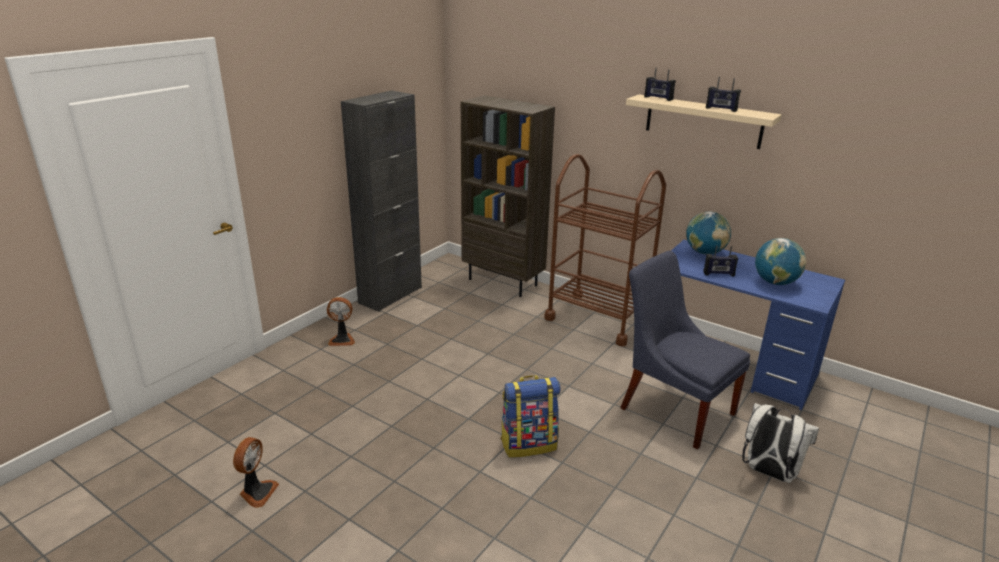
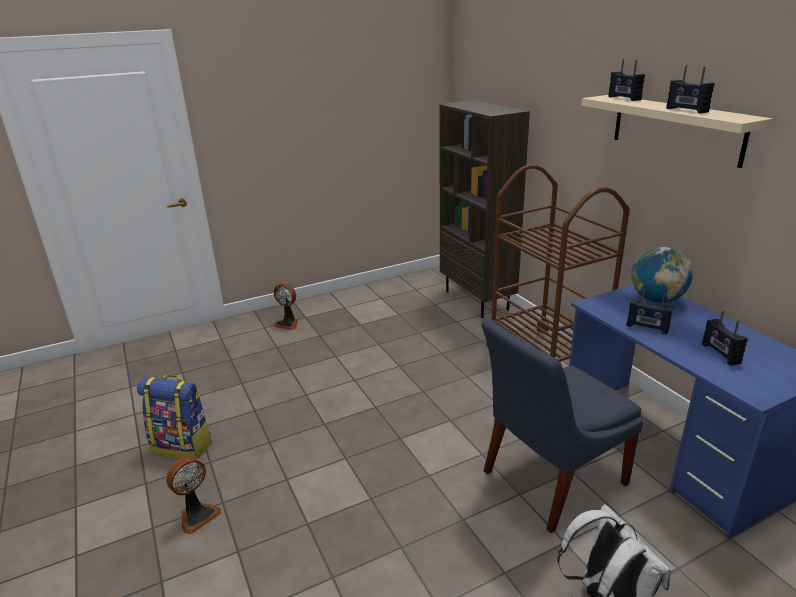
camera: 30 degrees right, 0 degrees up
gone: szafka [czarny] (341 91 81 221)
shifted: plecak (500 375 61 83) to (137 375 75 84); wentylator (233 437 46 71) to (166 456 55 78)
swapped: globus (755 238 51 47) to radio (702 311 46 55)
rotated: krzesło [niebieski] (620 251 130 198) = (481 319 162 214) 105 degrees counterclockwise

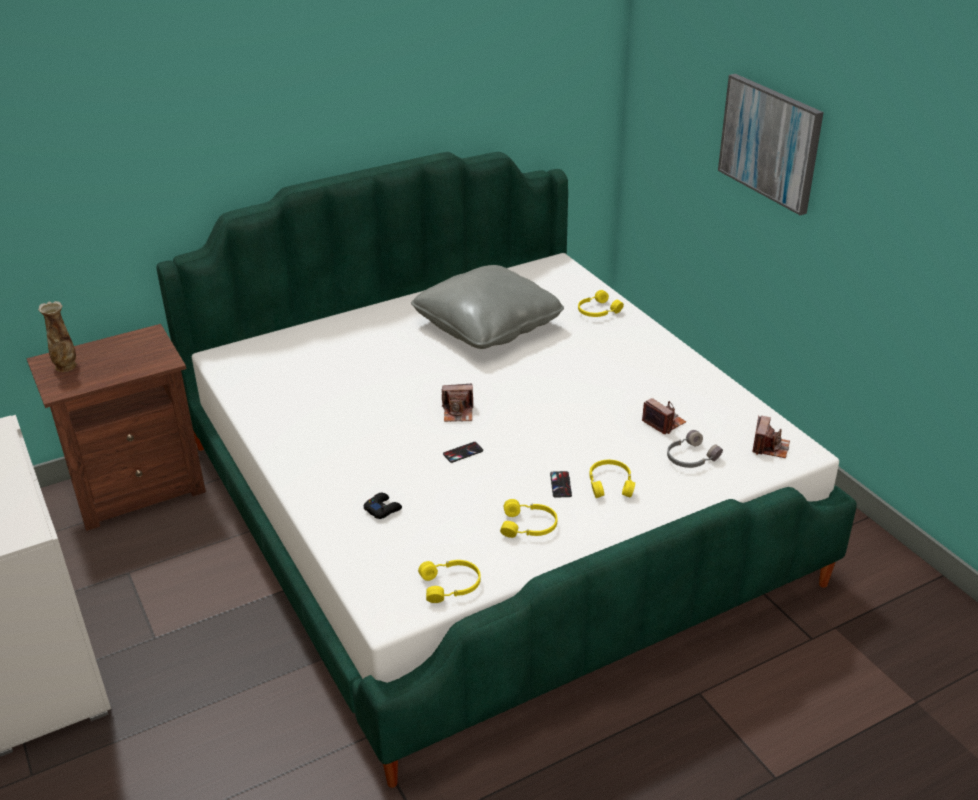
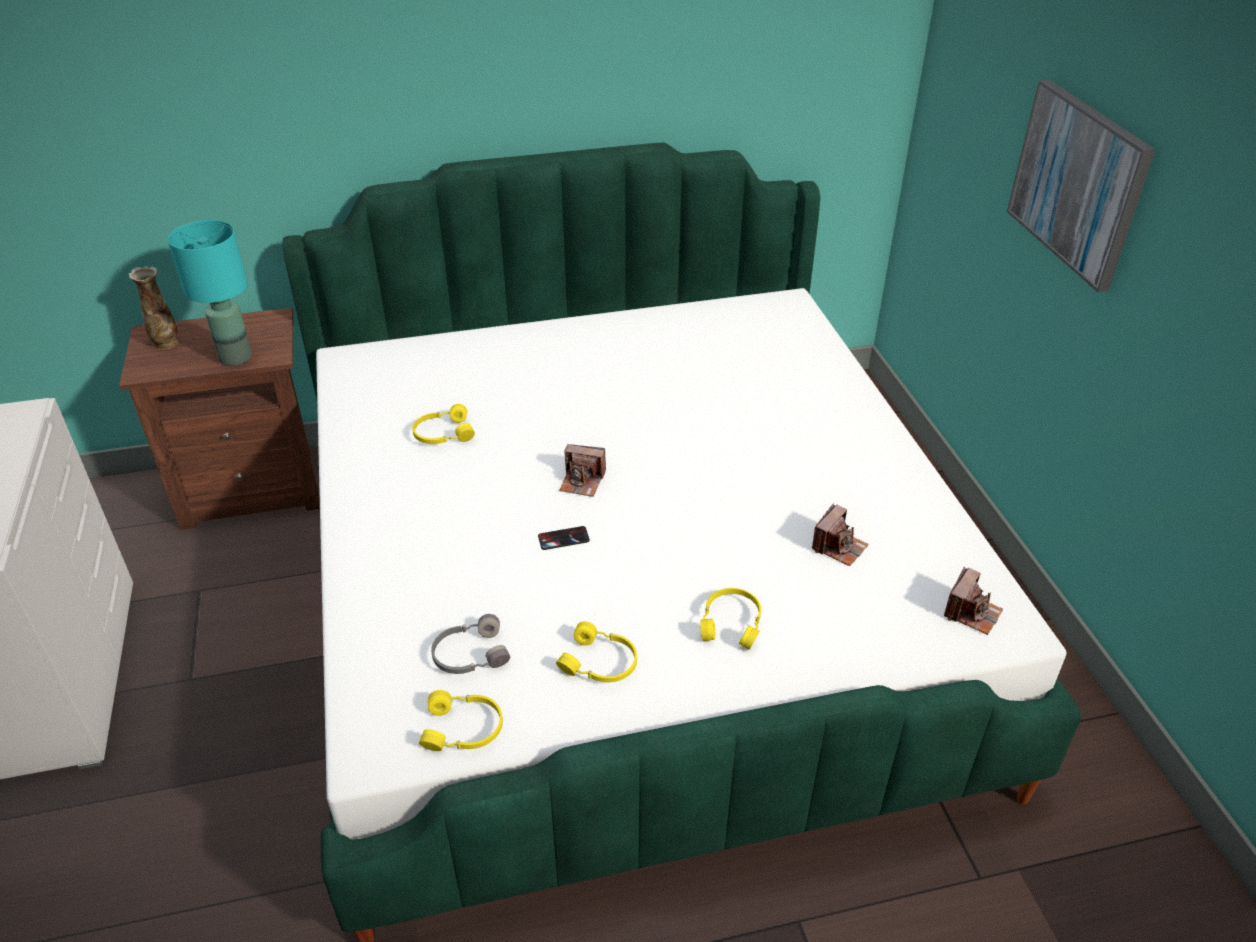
camera: 15 degrees right, 5 degrees up
gone: poduszka [szary] (411 265 153 84); telefon (550 471 22 27); pad do gier [czarny] (364 493 38 26)
new: lampa stołowa [turkusowy] (168 220 84 146)
shifted: słuchawki [żółty] (578 290 46 27) to (412 404 63 40); słuchawki [szary] (667 430 56 38) to (431 614 79 60)
rotated: aparat fotograficzny (642 398 44 36) = (812 503 57 63) 60 degrees clockwise

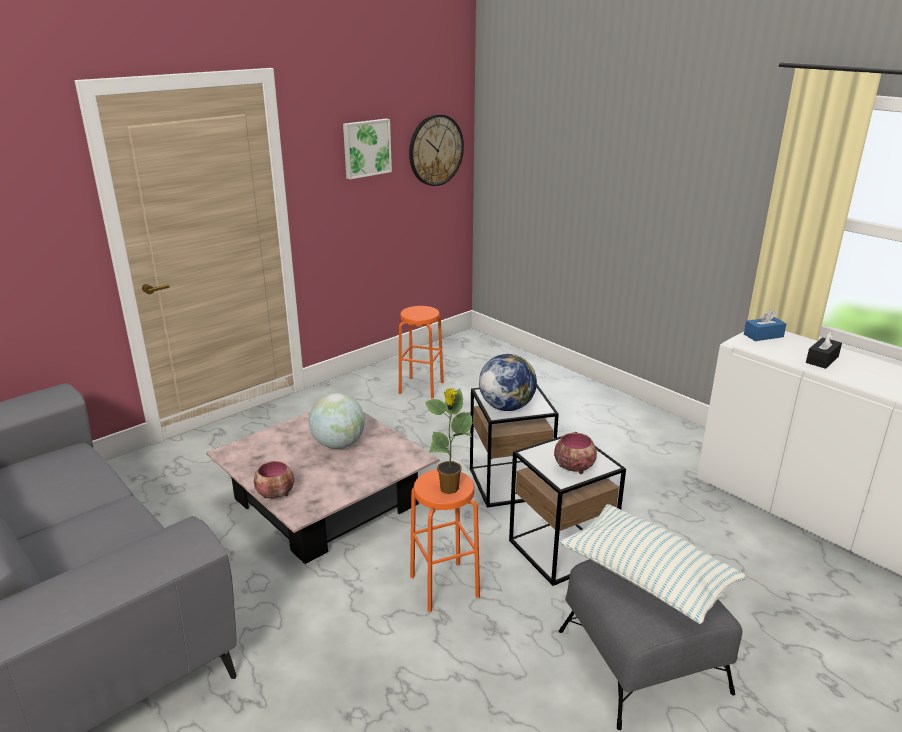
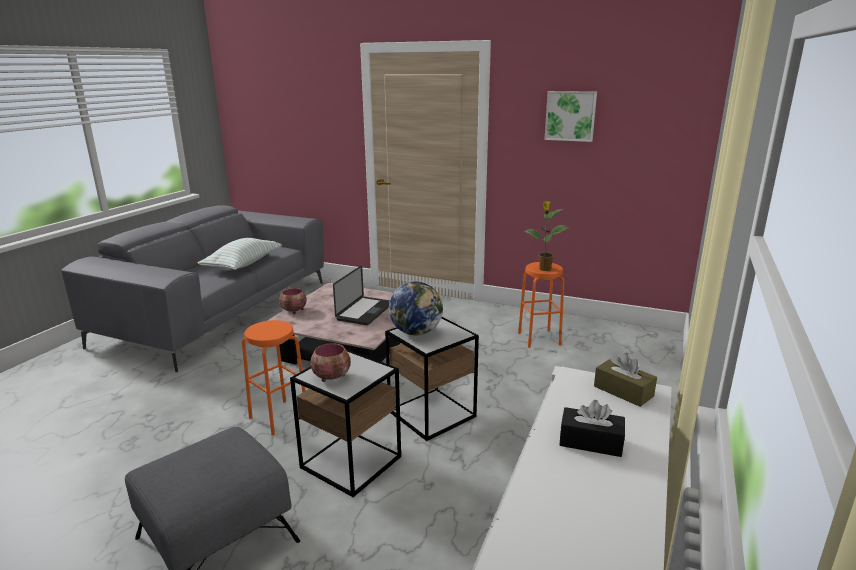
camera: 65 degrees right, 5 degrees down
gone: zegar ścienny (409 114 55 72)
shifted: roślina doniczkowa (425 388 48 106) to (524 201 46 70); poduszka (560 504 186 120) to (198 238 84 32)
swapped: globus (309 393 56 56) to laptop (333 265 57 60)
repainted: pudełko chusteczek [niebieski] (744 309 42 32) to pudełko chusteczek [brązowy] (594 353 63 54)

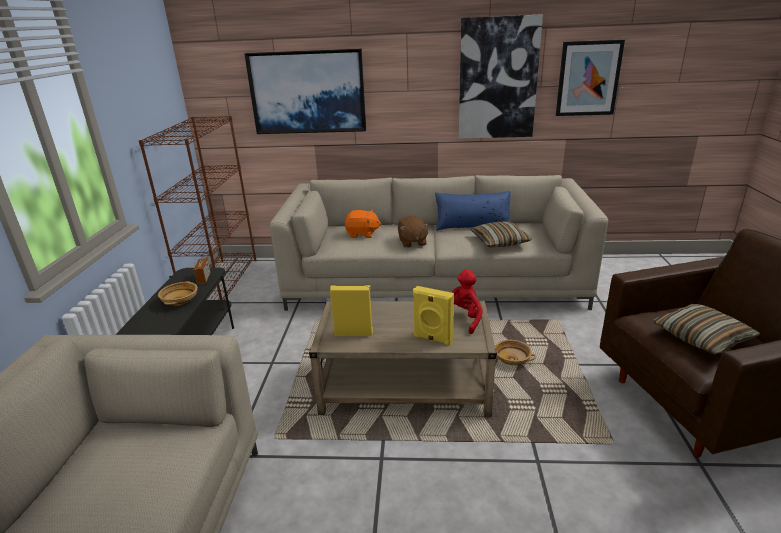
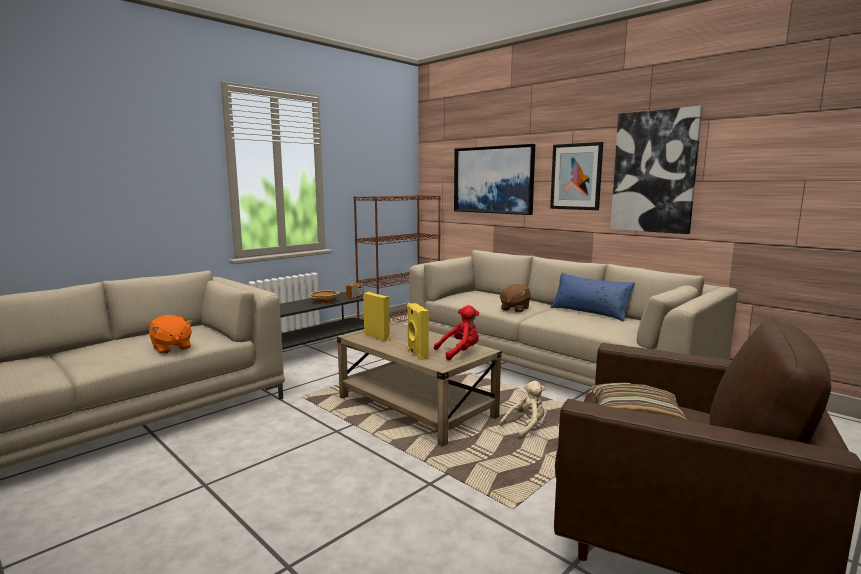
camera: 40 degrees right, 15 degrees down
gone: poduszka (470 221 62 26)
shifted: obraz (556 40 69 76) to (550 142 53 68); pluszak [pomarańczowy] (345 210 37 28) to (149 315 44 39)
swapped: miska [beżowy] (495 340 41 25) to pluszak [beżowy] (499 381 46 58)

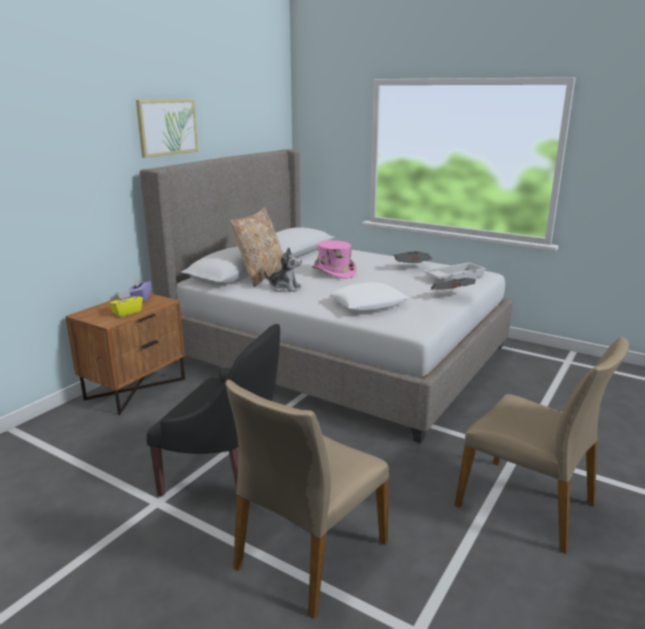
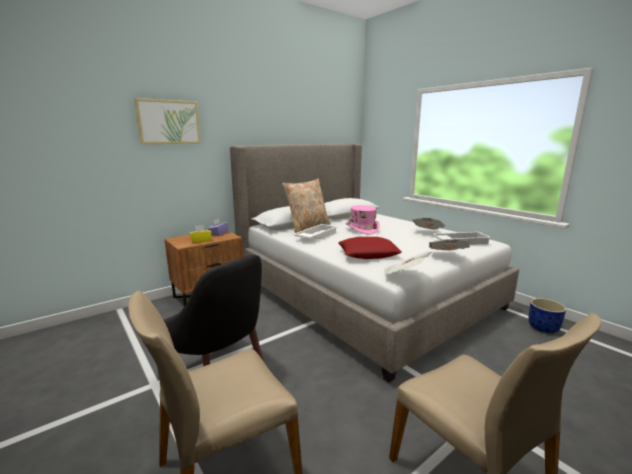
camera: 20 degrees right, 5 degrees down
new: gazeta (384 251 49 24); donica [niebieski] (529 298 37 35)
shifted: obraz (136 99 62 59) to (134 98 67 46)
swapped: pluszak (264 247 38 45) to taca [biały] (293 224 44 15)
repainted: poduszka [biały] (329 282 80 29) to poduszka [czerwony] (338 237 64 22)

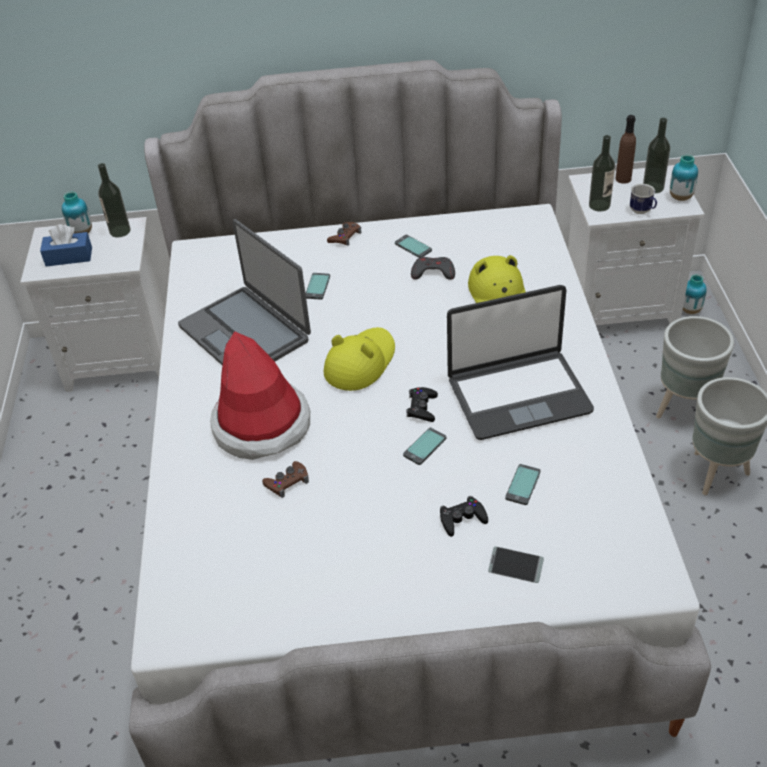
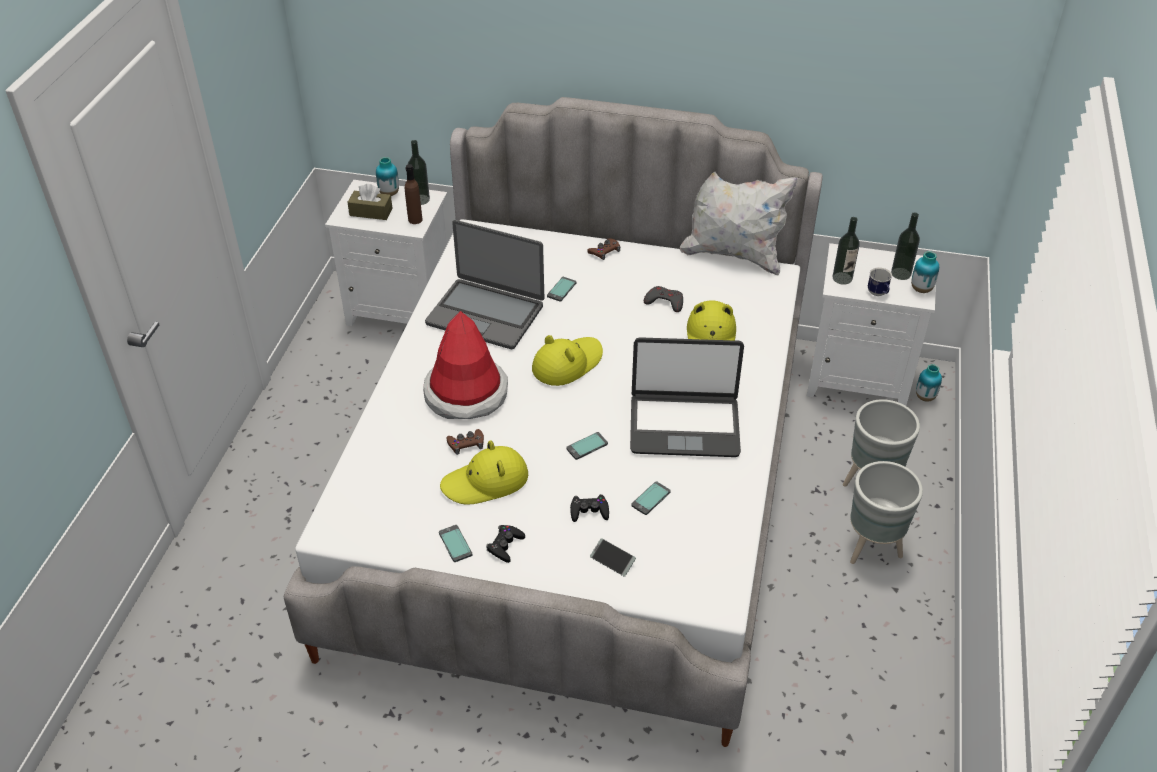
camera: 15 degrees right, 0 degrees up
new: poduszka [biały] (680 172 118 104); kapelusz [żółty] (440 440 88 65)
shifted: butelka [brązowy] (616 115 20 69) to (405 164 18 60); telefon (395 235 37 23) to (439 525 33 37); pad do gier [czarny] (406 387 32 35) to (486 525 39 38)
repainted: pudełko chusteczek [niebieski] (40 224 52 42) to pudełko chusteczek [brązowy] (347 184 46 36)
rotated: laptop (178 219 133 146) = (425 220 119 129) 45 degrees counterclockwise

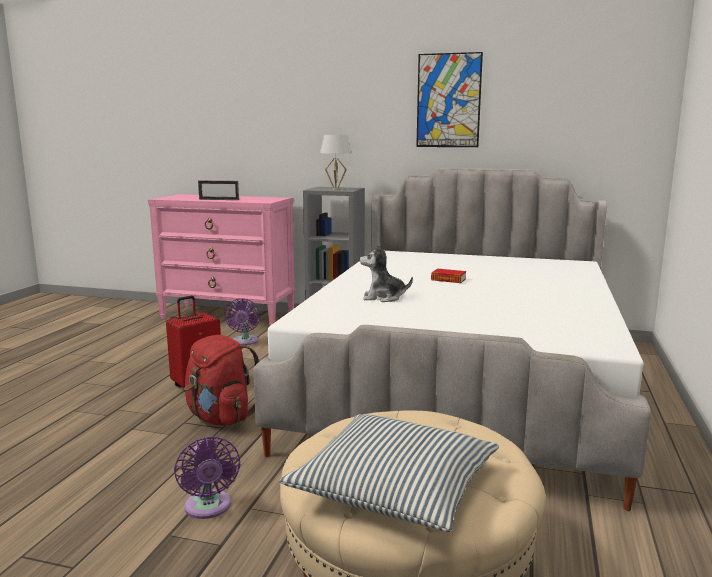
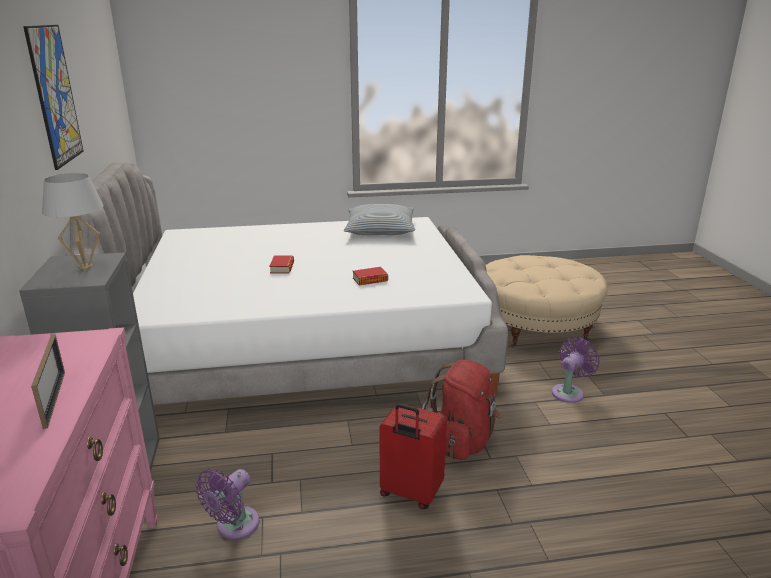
camera: 115 degrees left, 10 degrees up
shifted: poduszka (280 414 219 118) to (344 204 71 31)
swapped: pluszak (360 244 53 58) to książka (353 267 35 19)
rotated: wentylator [fioletowy] (224 298 36 47) = (195 469 65 71) 150 degrees clockwise

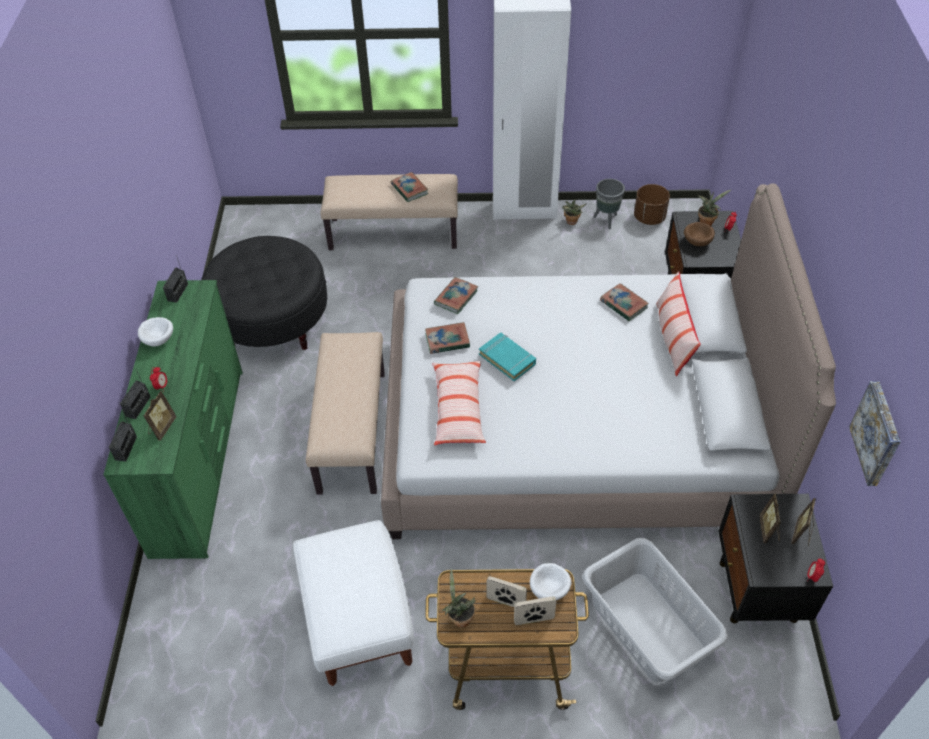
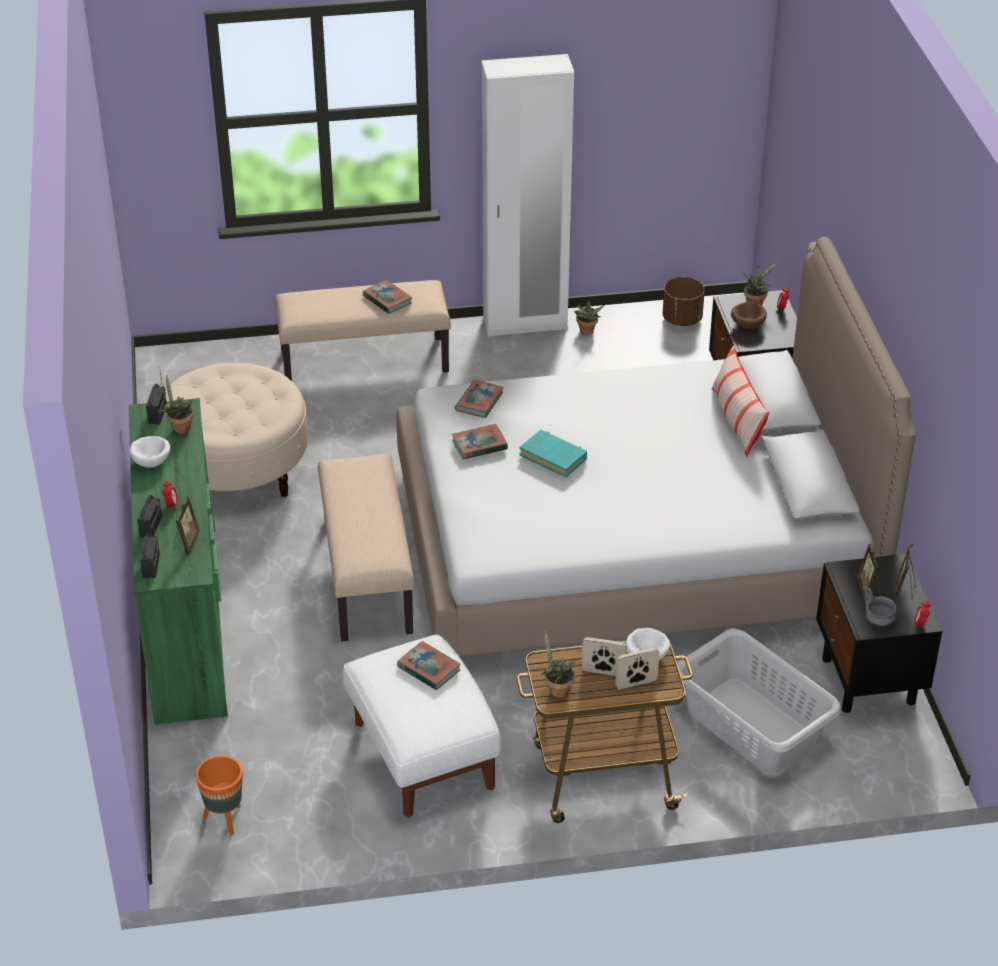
camera: 10 degrees left, 10 degrees down
gone: donica [szary] (594 179 31 50); poduszka (432 361 54 84); obraz (849 381 52 105)
new: roślina doniczkowa (161 374 33 60); miska [szary] (862 586 35 40); donica [pomarańczowy] (196 756 47 80)
shifted: książka (600 283 49 38) to (397 641 64 49)
repainted: pufa [czarny] (201 236 126 114) to pufa [beżowy] (165 363 143 134)

